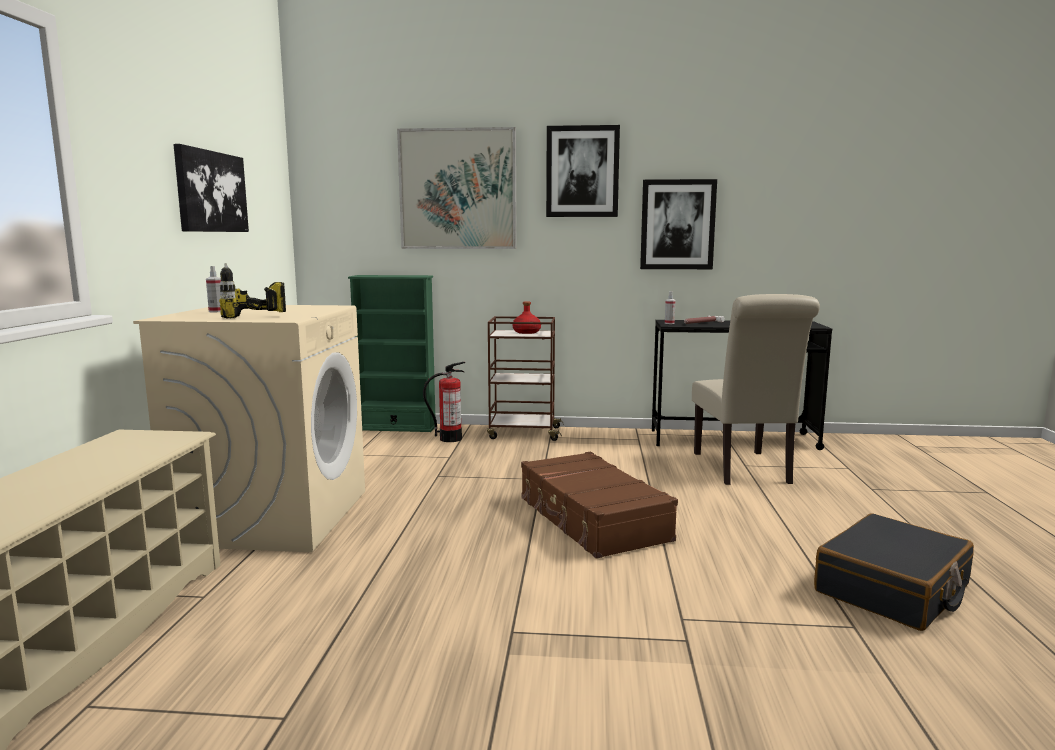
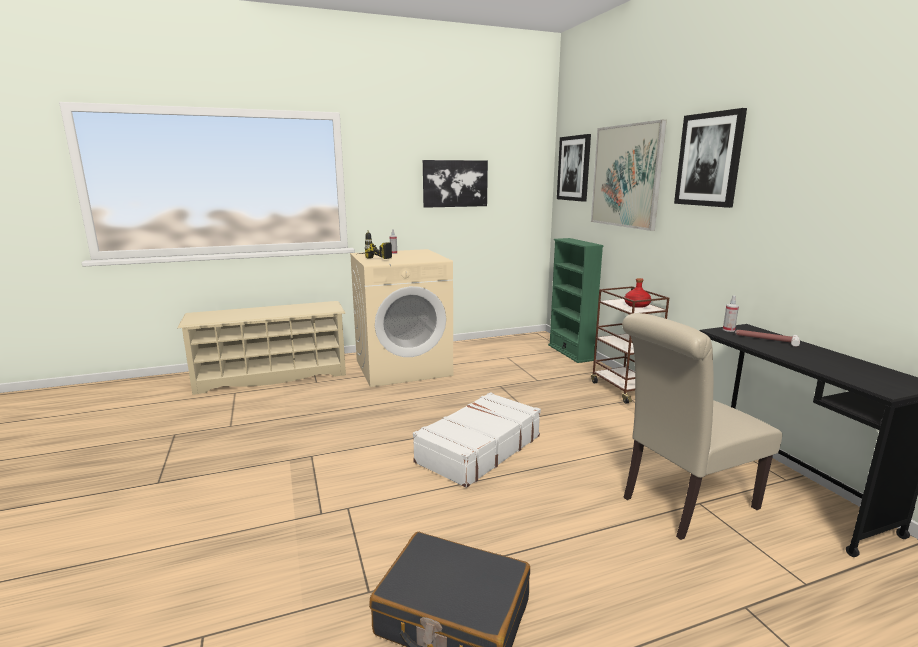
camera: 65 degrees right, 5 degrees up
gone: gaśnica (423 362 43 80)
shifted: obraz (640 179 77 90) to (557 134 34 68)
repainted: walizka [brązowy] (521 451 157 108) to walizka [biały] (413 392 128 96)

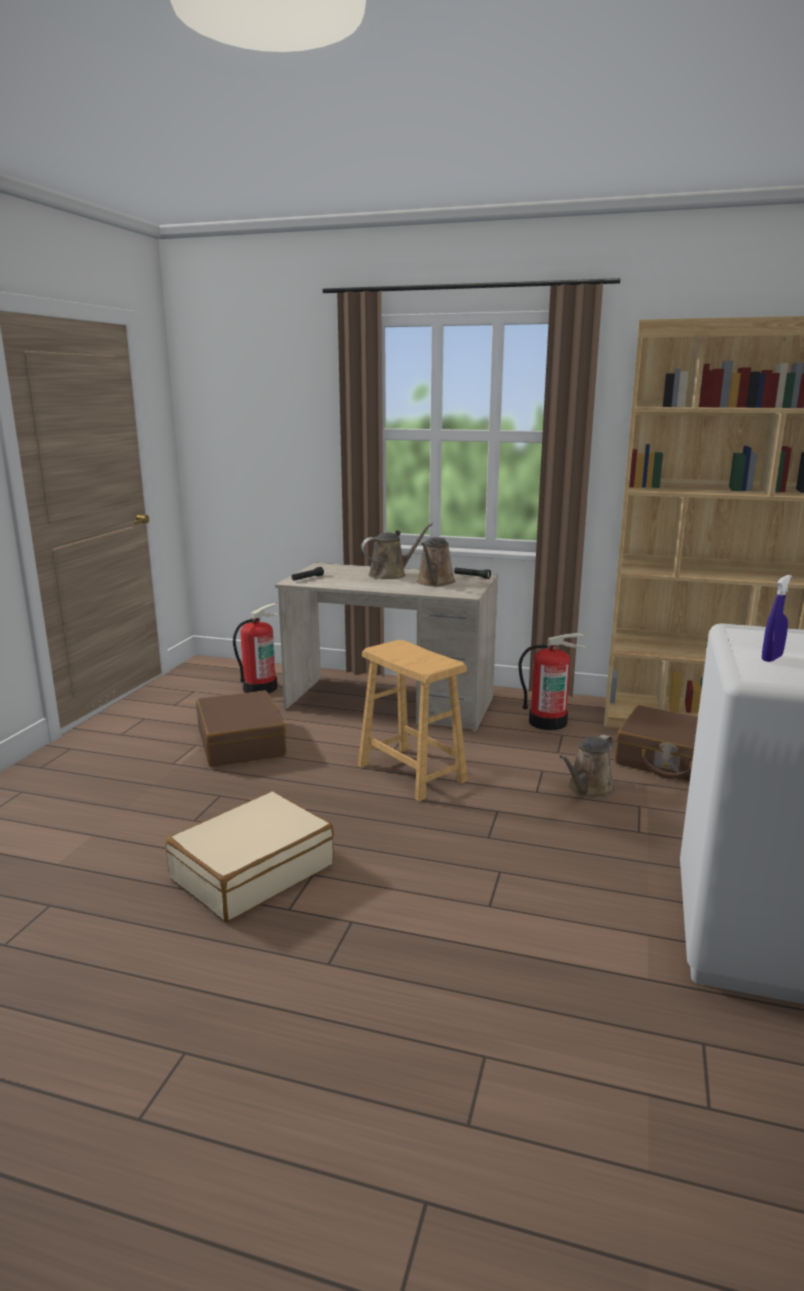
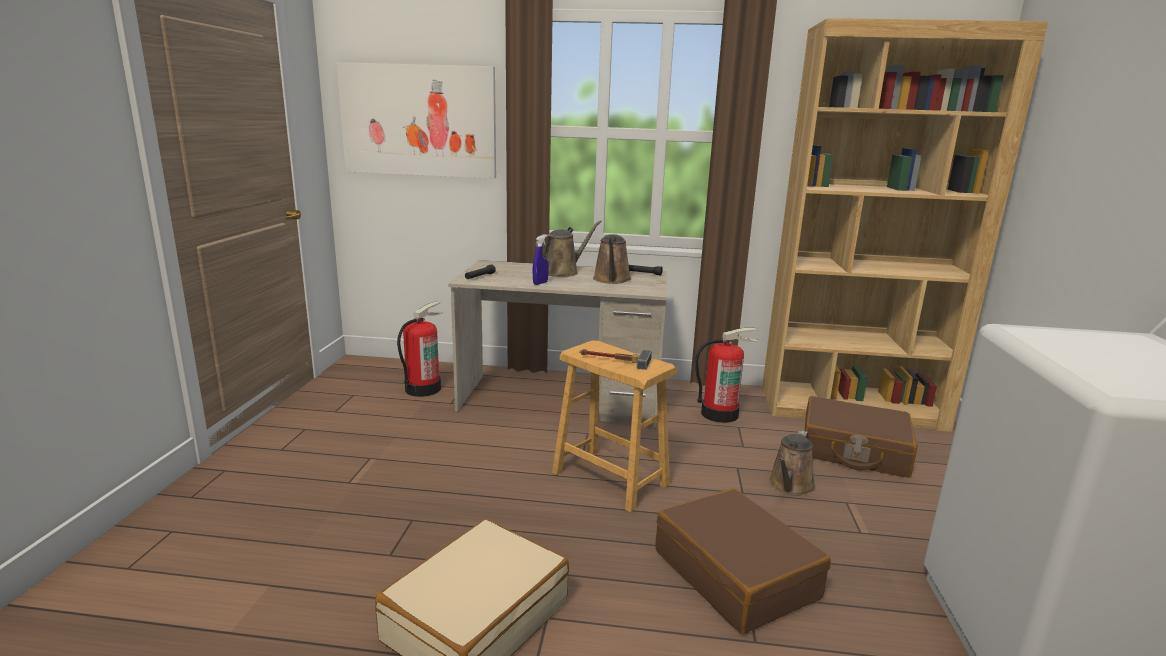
camera: 10 degrees left, 0 degrees up
new: obraz (336 62 160 117); młotek (579 349 73 21)
shifted: spryskiwacz [niebieski] (762 575 30 87) to (533 235 16 50); walizka [brązowy] (196 691 90 76) to (655 488 176 146)

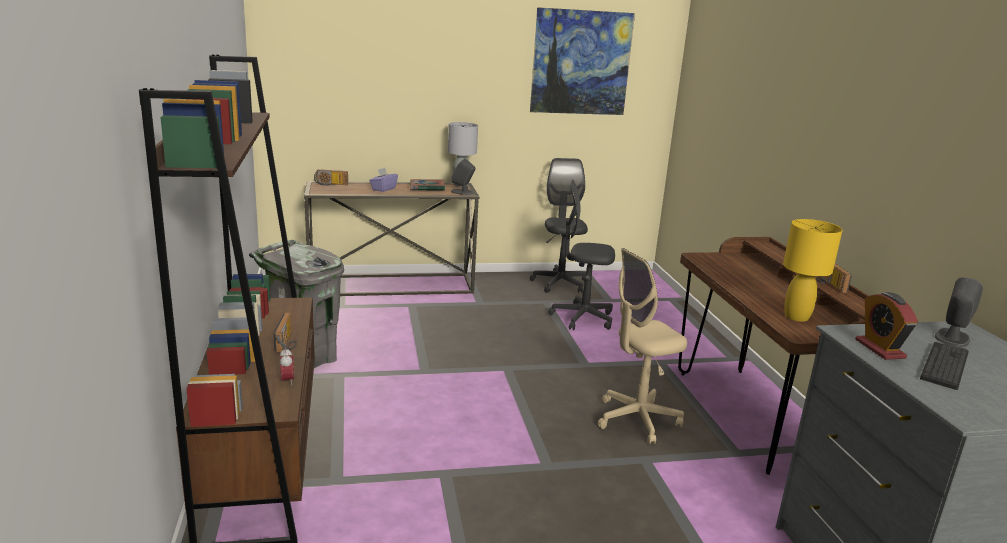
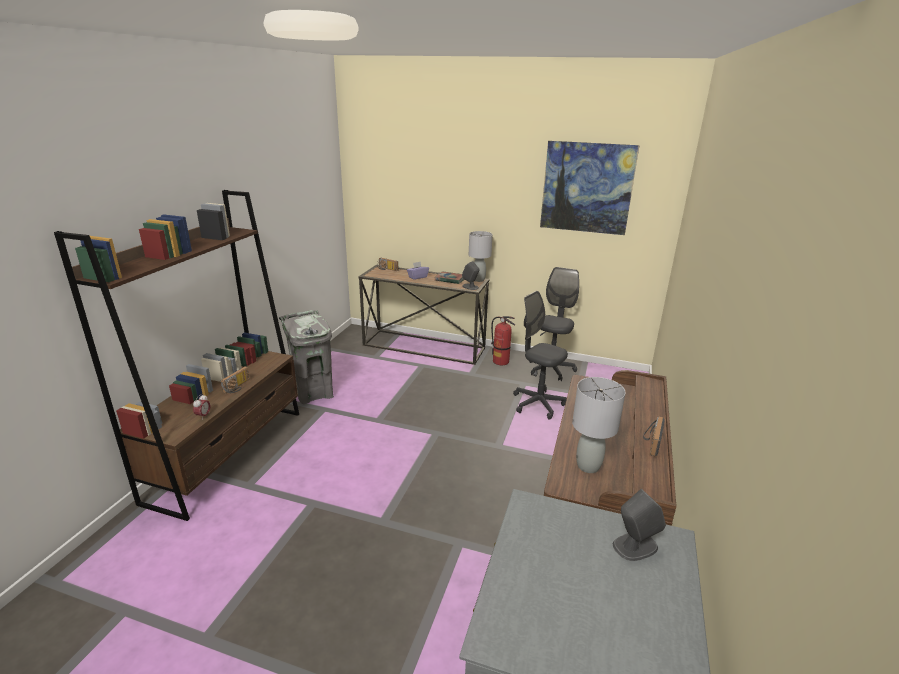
camera: 30 degrees right, 5 degrees up
gone: krzesło biurowe [beżowy] (598 248 89 196); budzik (855 292 63 68); klawiatura (920 342 49 48)
new: gaśnica (491 316 24 49)
repainted: lampa stołowa [żółty] (783 219 60 103) to lampa stołowa [szary] (572 377 54 96)

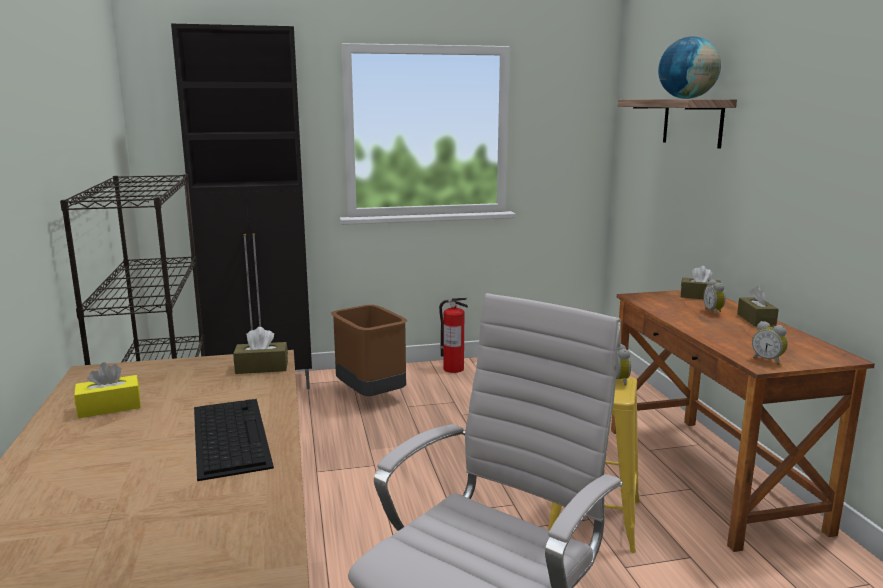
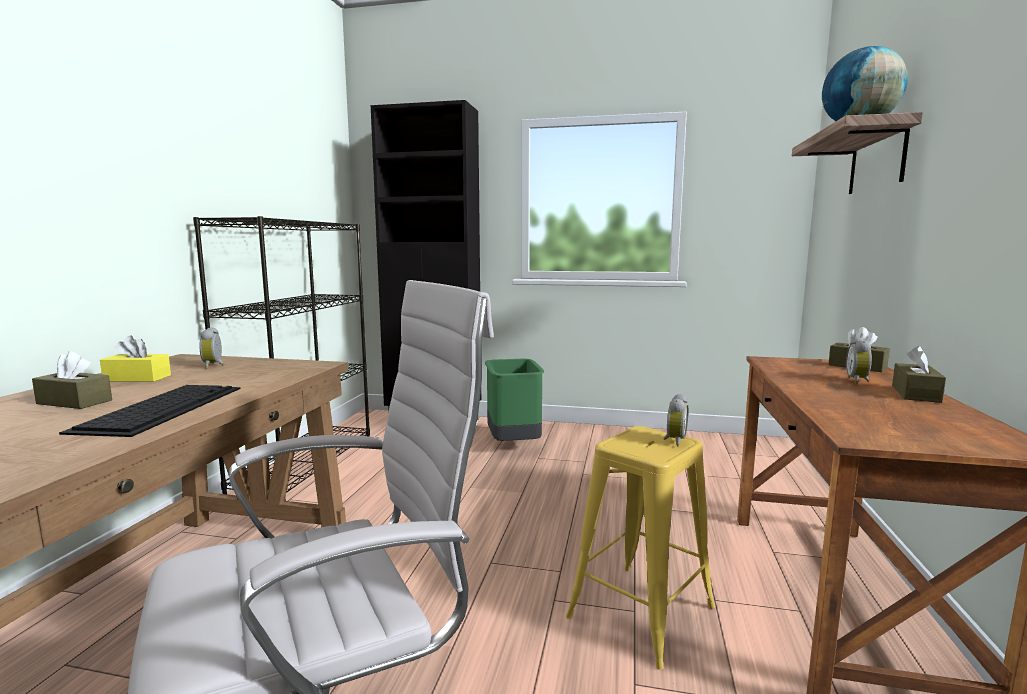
camera: 25 degrees right, 5 degrees down
gone: gaśnica (439 298 29 75)
shifted: budzik (752 321 36 44) to (199 327 25 41); pudełko chusteczek [brązowy] (233 327 55 47) to (32 351 80 58)
repainted: kosz na śmieci [brązowy] (331 305 76 91) to kosz na śmieci [zielony] (485 359 59 82)

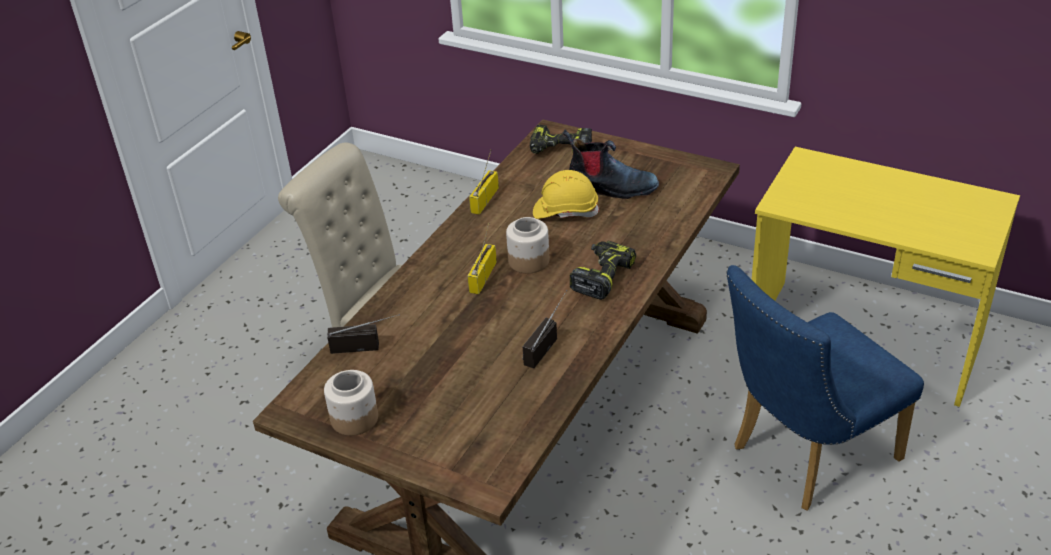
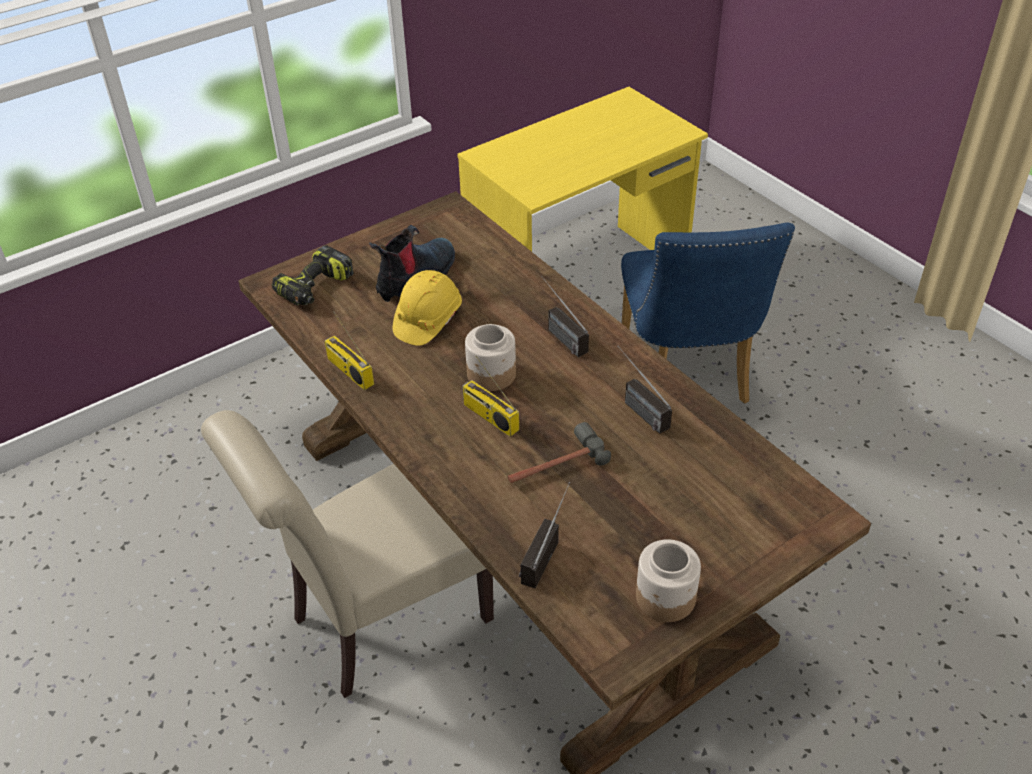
camera: 65 degrees left, 5 degrees up
new: młotek (507 422 104 61)
swapped: wiertarka (570 240 66 60) to radio (541 276 48 81)

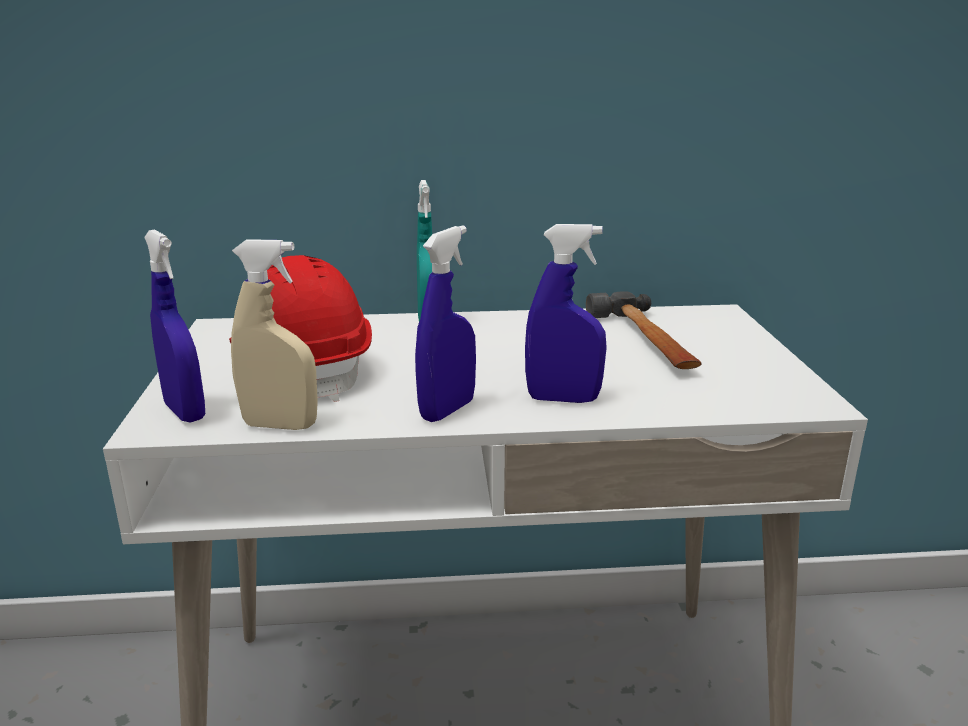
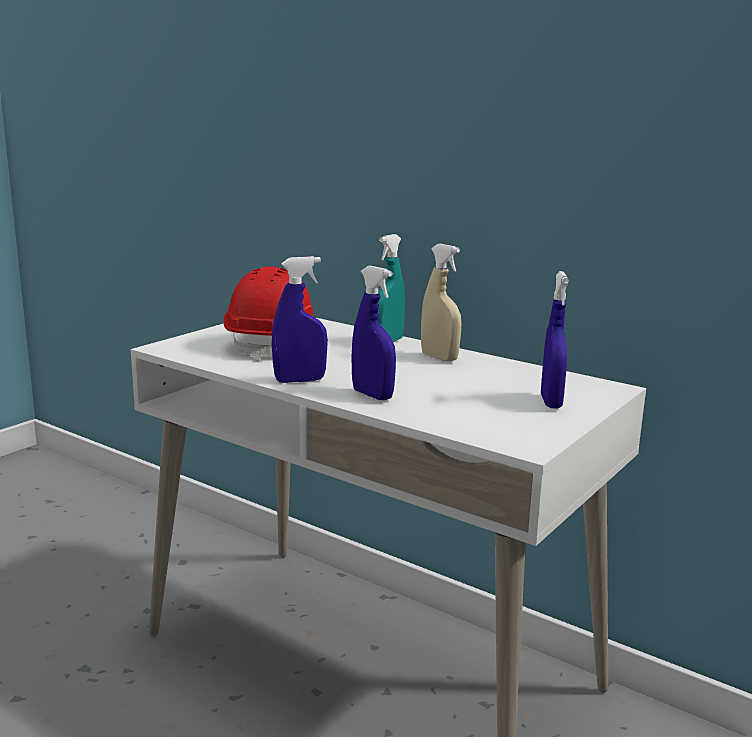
camera: 40 degrees right, 5 degrees down
gone: młotek (586 291 116 78)
shifted: spryskiwacz [niebieski] (144 230 61 193) to (541 271 28 138); spryskiwacz [beżowy] (231 239 87 191) to (421 244 40 117)

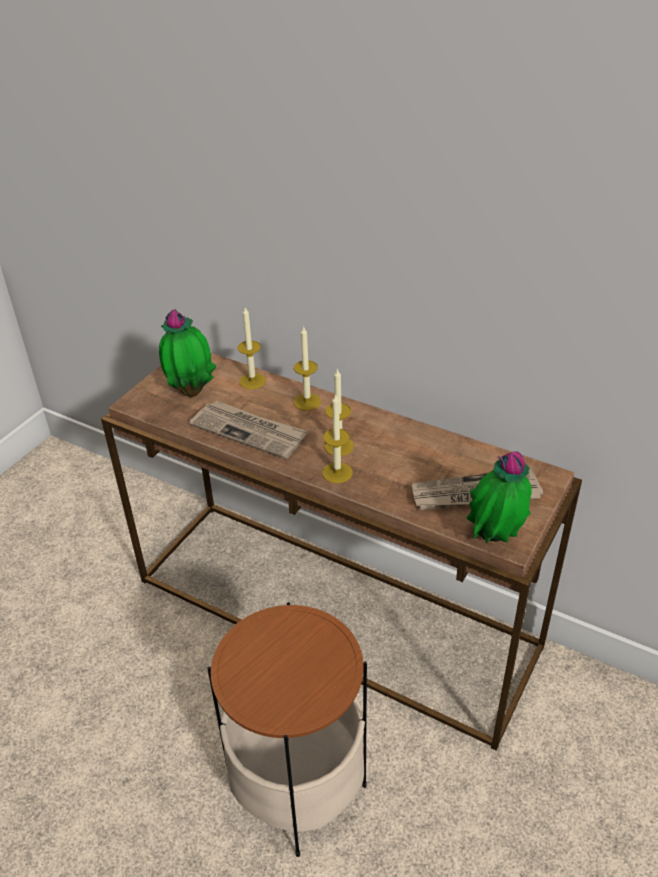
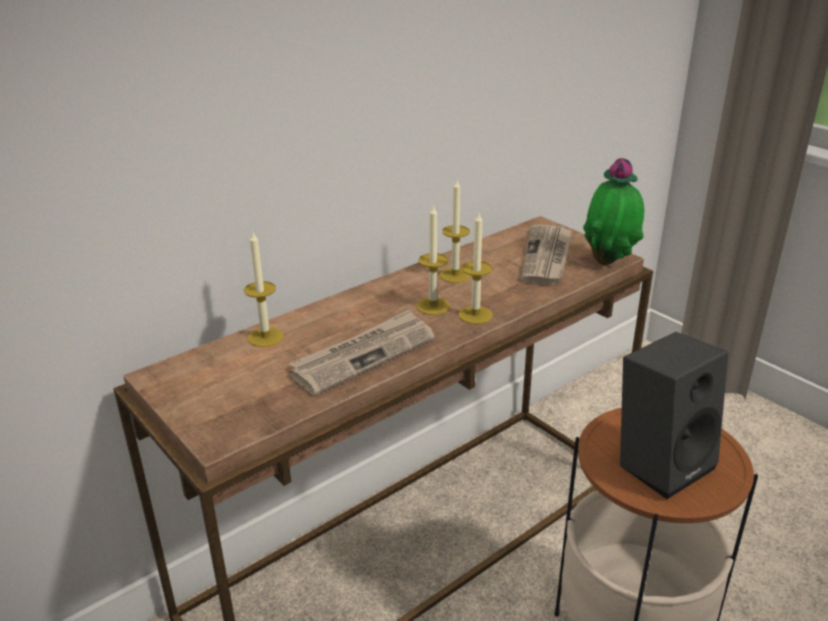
camera: 70 degrees left, 10 degrees down
gone: roślina doniczkowa (159 309 58 88)
new: głośnik [czarny] (620 332 108 167)
shifted: świeca (294 326 27 85) to (440 180 31 103)

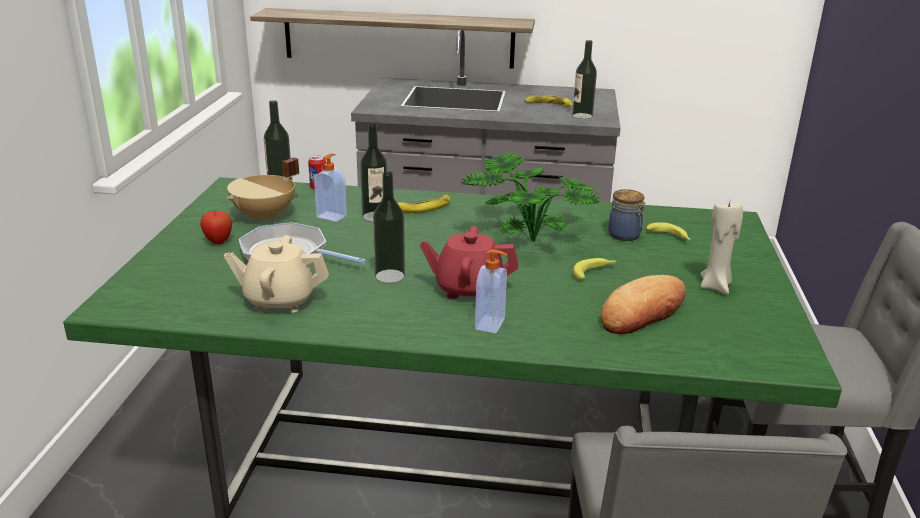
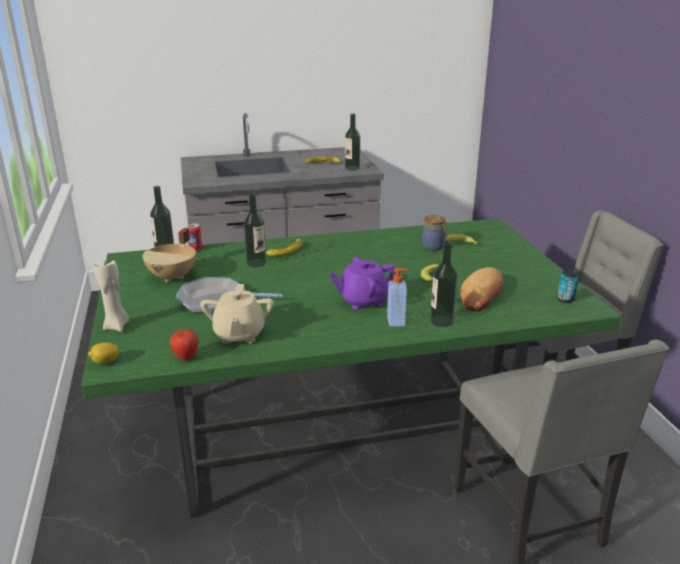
camera: 20 degrees left, 0 degrees up
gone: półka (250 8 285 61); roślina doniczkowa (461 151 139 91); dozownik mydła (314 154 33 68)
new: puszka (557 270 22 33); cytryna (88 342 31 22)
shifted: butelka (373 171 32 112) to (430 241 28 86); świeca [beżowy] (700 202 43 92) to (94 260 35 72); jabłko (200 211 32 33) to (170 329 29 31)
repainted: imbryk [czerwony] (420 226 99 73) to imbryk [fioletowy] (329 256 67 54)
rotated: imbryk [beżowy] (224 235 105 78) = (200 284 74 60) 75 degrees counterclockwise

